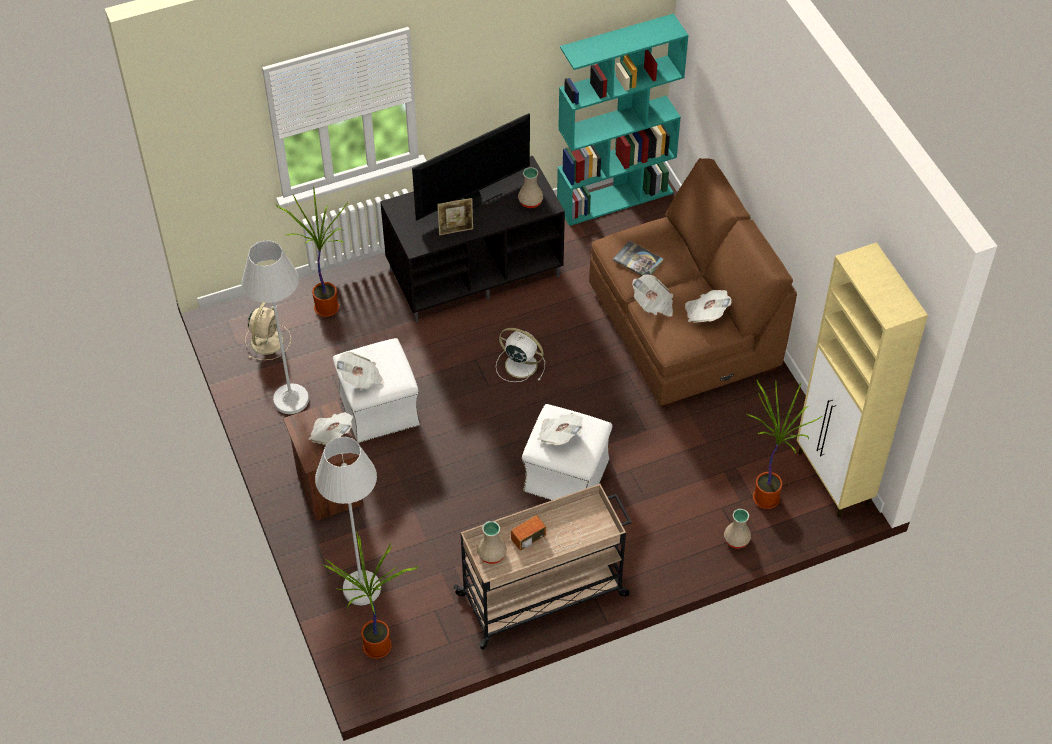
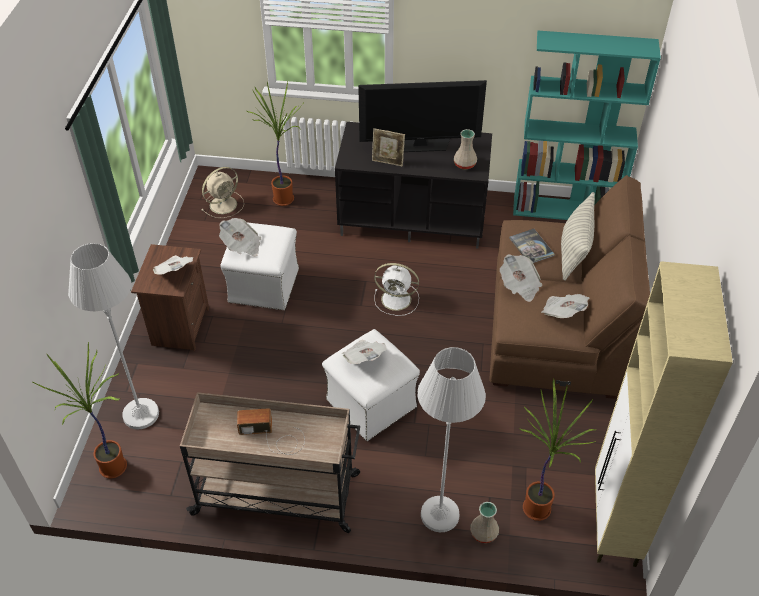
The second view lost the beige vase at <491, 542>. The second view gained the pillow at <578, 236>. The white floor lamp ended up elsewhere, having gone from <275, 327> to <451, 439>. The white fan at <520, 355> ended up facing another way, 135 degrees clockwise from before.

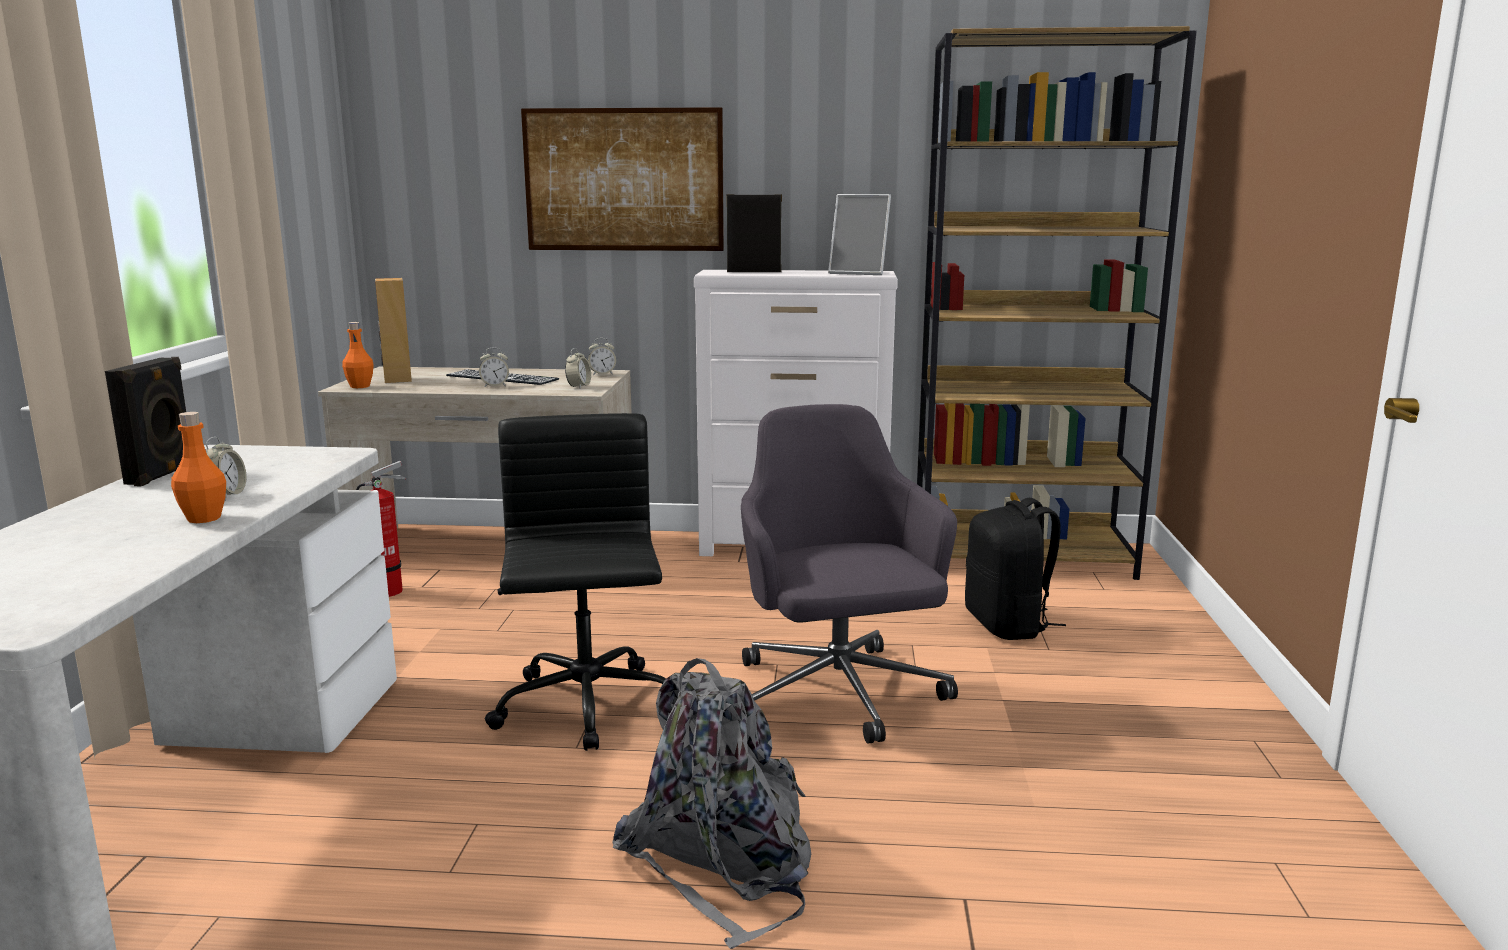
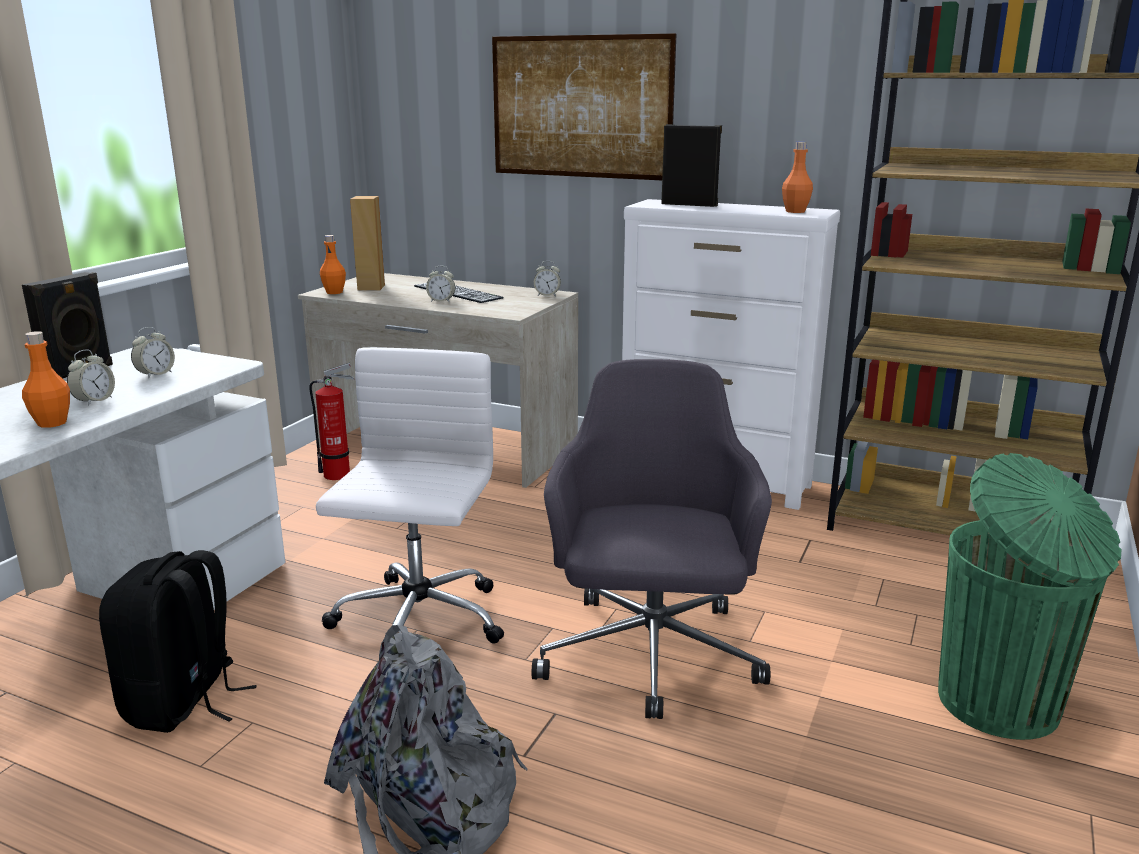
The second view gained the green trash can at <1030, 596>. The alarm clock ended up elsewhere, having gone from <578, 368> to <153, 353>. The black backpack ended up elsewhere, having gone from <1015, 569> to <178, 641>. Where the picture frame stood at <859, 234>, the orange bottle came to stand at <797, 177>. What was the black office chair at <575, 582> turned into the white office chair at <410, 495>.

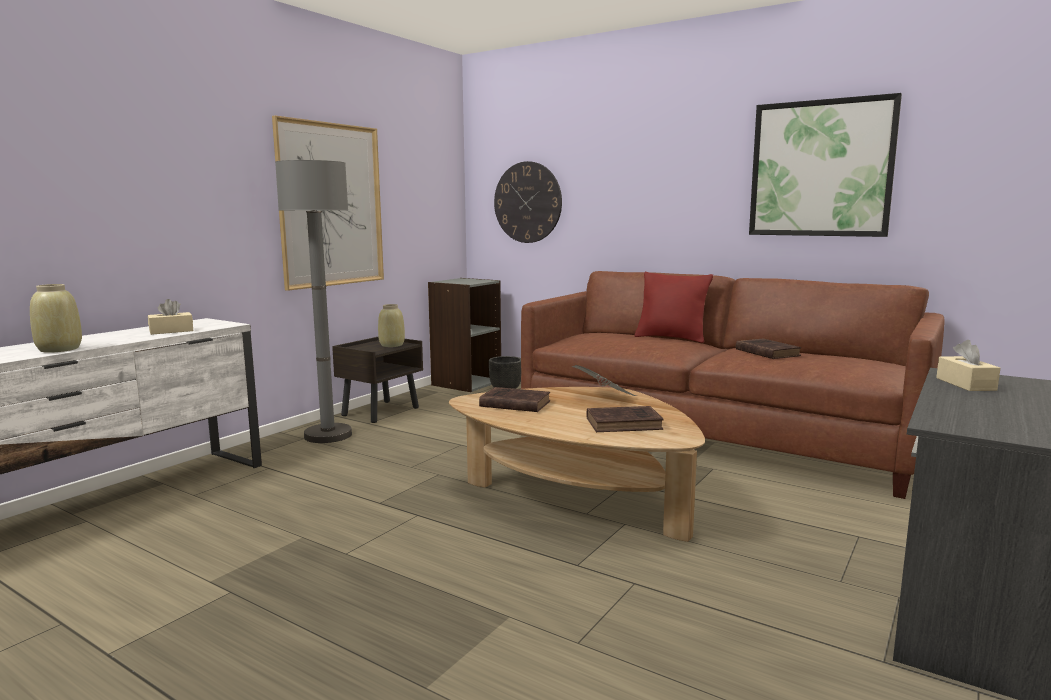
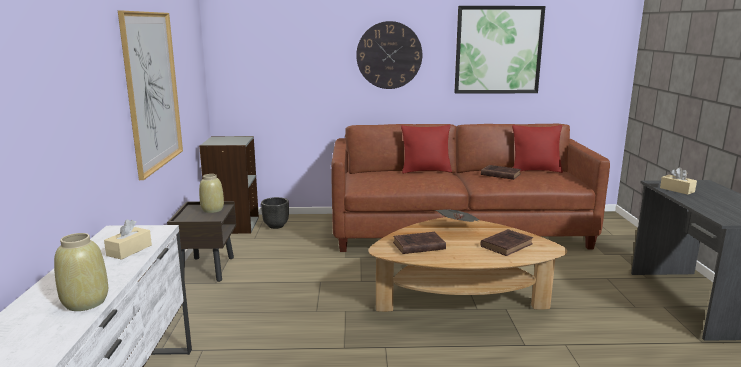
The second view lost the grey floor lamp at <313, 301>. The second view gained the red pillow at <537, 149>. The wall clock ended up elsewhere, having gone from <528, 202> to <389, 55>.

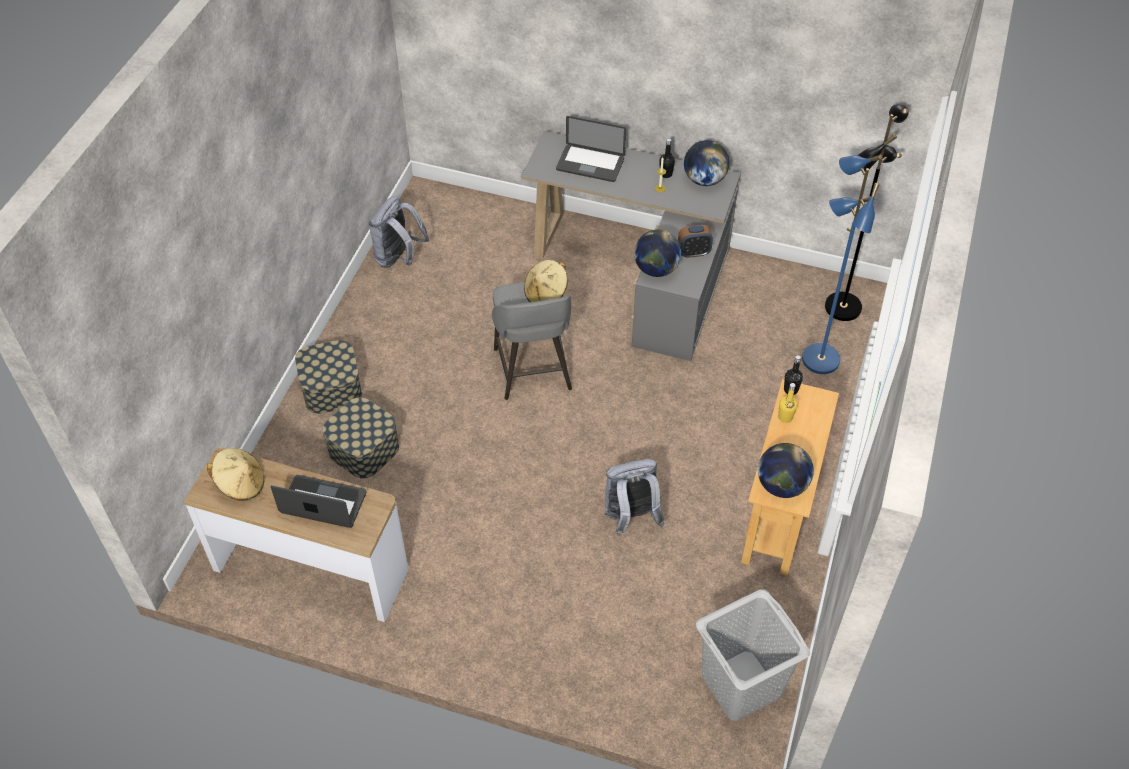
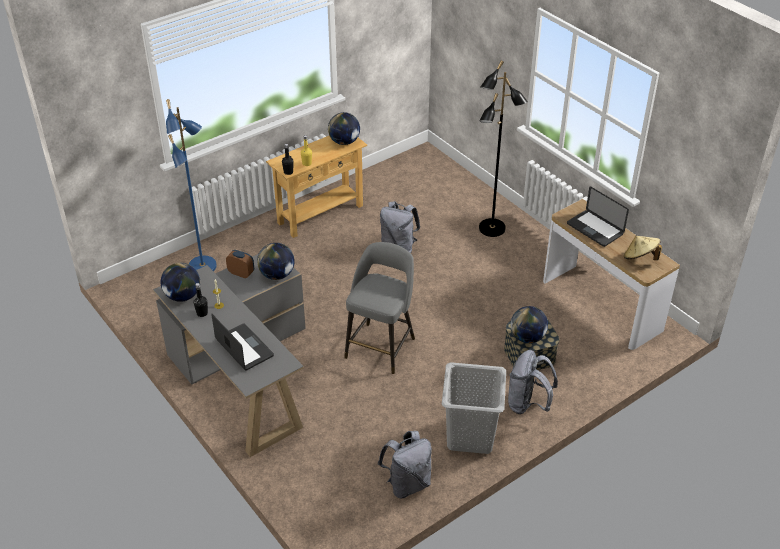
The second view lost the beige hat at <546, 281>. The second view gained the globe at <529, 324>. The grey laundry basket ended up elsewhere, having gone from <753, 655> to <474, 408>. The black floor lamp ended up elsewhere, having gone from <867, 212> to <503, 149>. Where the storage box stood at <328, 377>, the grey backpack came to stand at <533, 382>.

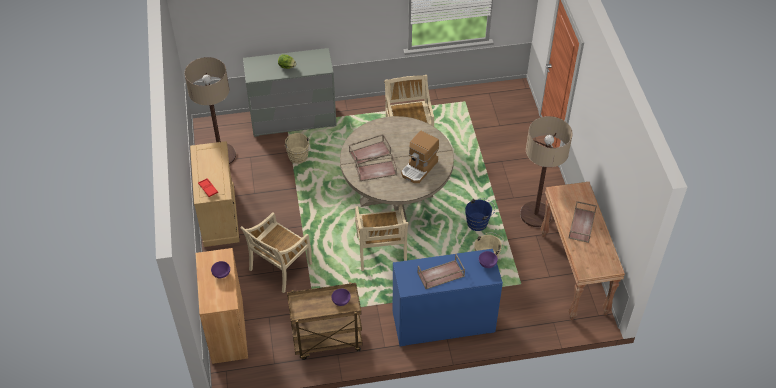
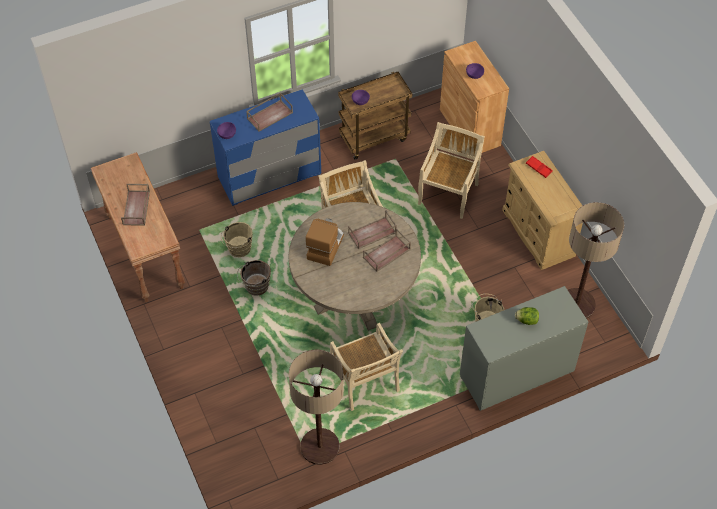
The floor lamp ended up elsewhere, having gone from <546, 171> to <316, 407>. What was the blue bucket at <480, 214> turned into the brown bucket at <254, 278>.

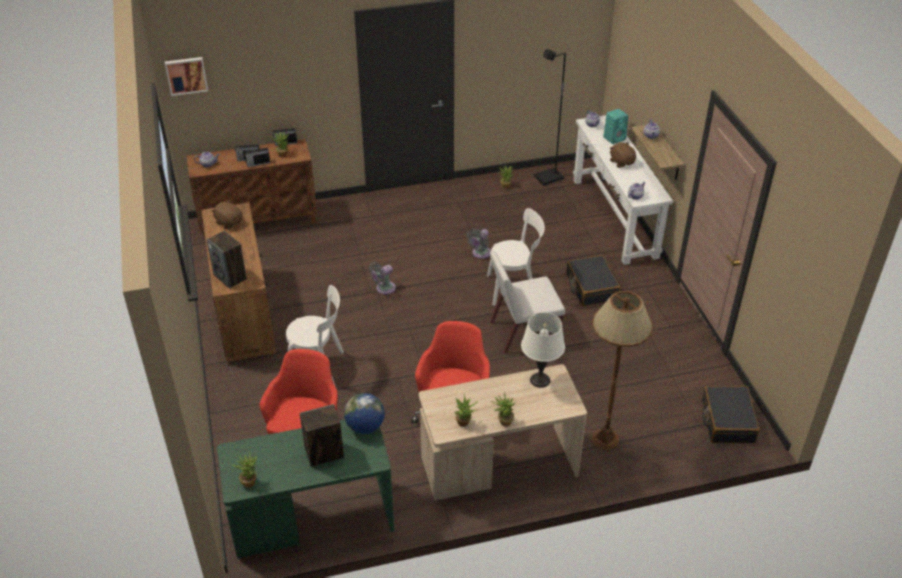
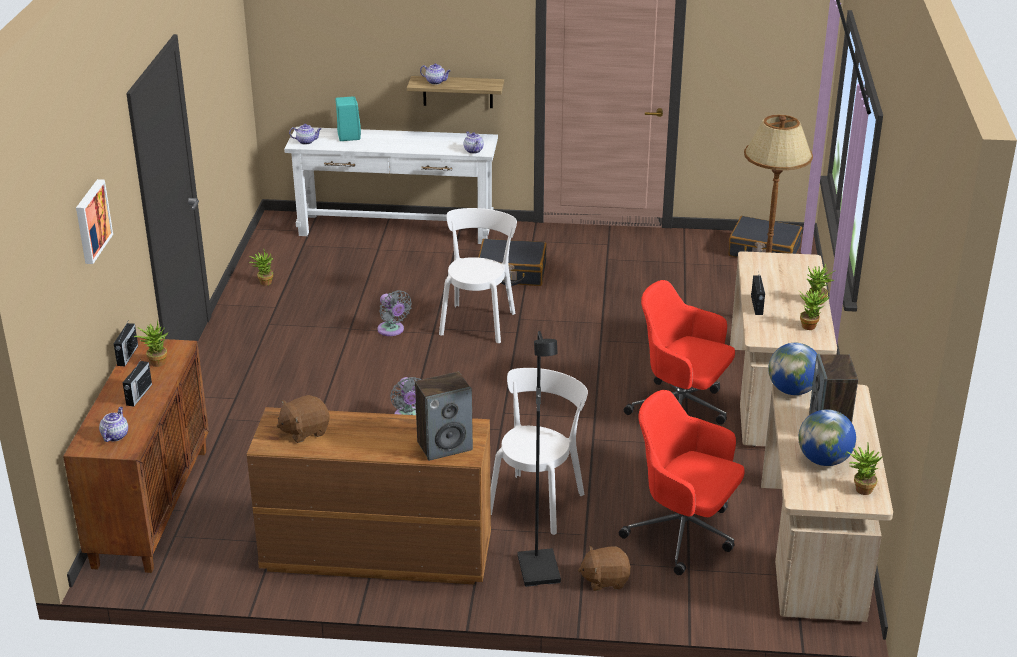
The second view lost the white chair at <527, 301>. The second view lost the white table lamp at <543, 350>. The second view gained the globe at <827, 437>. The picture ended up elsewhere, having gone from <186, 76> to <94, 221>. The radio ended up elsewhere, having gone from <257, 156> to <758, 295>. The black floor lamp ended up elsewhere, having gone from <550, 117> to <539, 459>. The brown plush toy ended up elsewhere, having gone from <623, 155> to <604, 568>. What was the green desk at <305, 489> turned into the beige desk at <827, 502>.

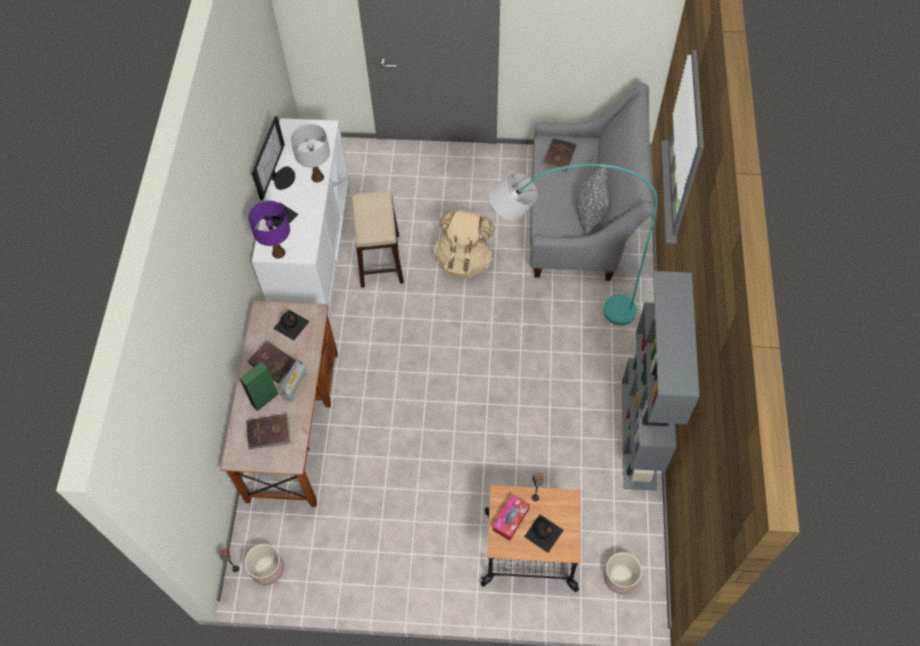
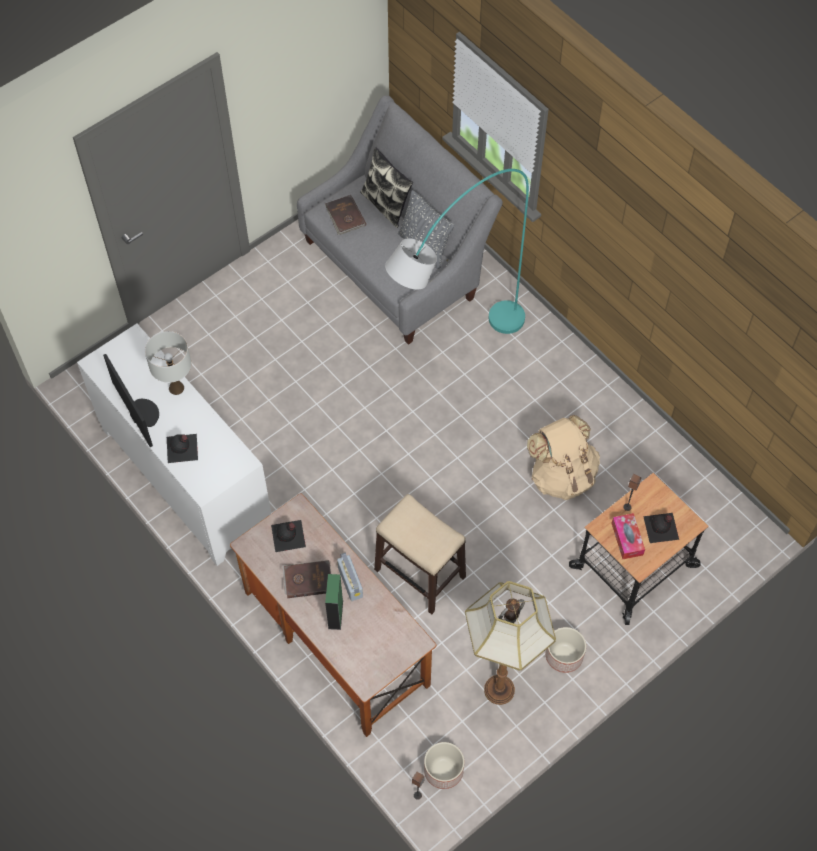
The second view lost the brown book at <268, 431>. The second view lost the purple table lamp at <269, 230>. The second view lost the grey bookcase at <661, 381>. The second view gained the pillow at <386, 187>. The second view gained the floor lamp at <510, 643>. The stool ended up elsewhere, having gone from <378, 239> to <420, 554>. The beige backpack ended up elsewhere, having gone from <463, 244> to <563, 457>. The planter ended up elsewhere, having gone from <623, 573> to <566, 650>.

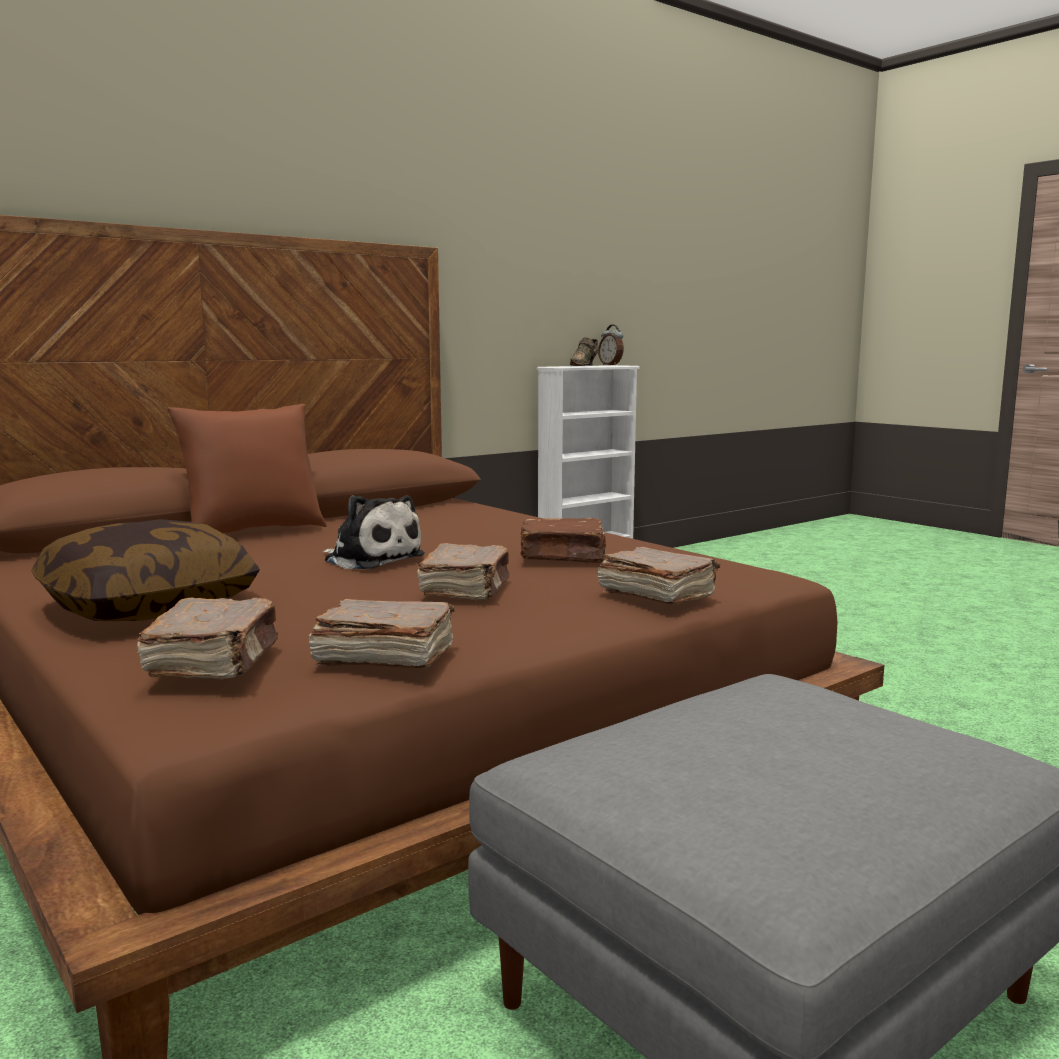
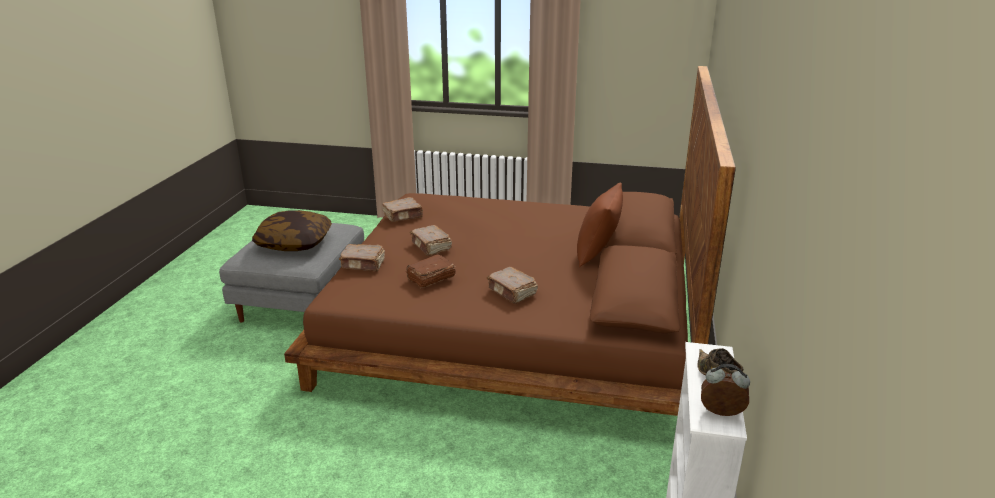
The second view lost the plush toy at <373, 532>. The pillow ended up elsewhere, having gone from <145, 570> to <292, 230>. The brown book ended up elsewhere, having gone from <207, 638> to <512, 285>.

